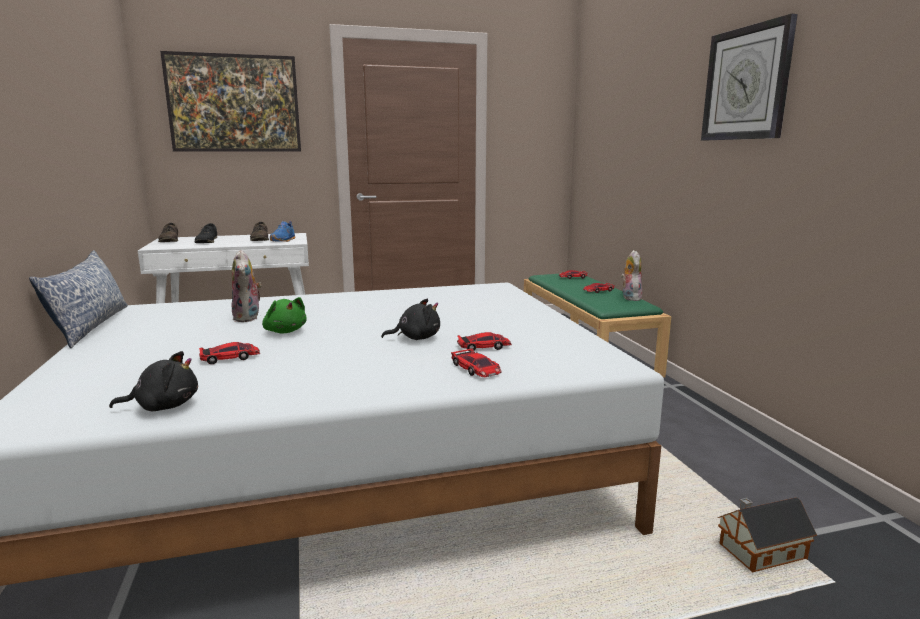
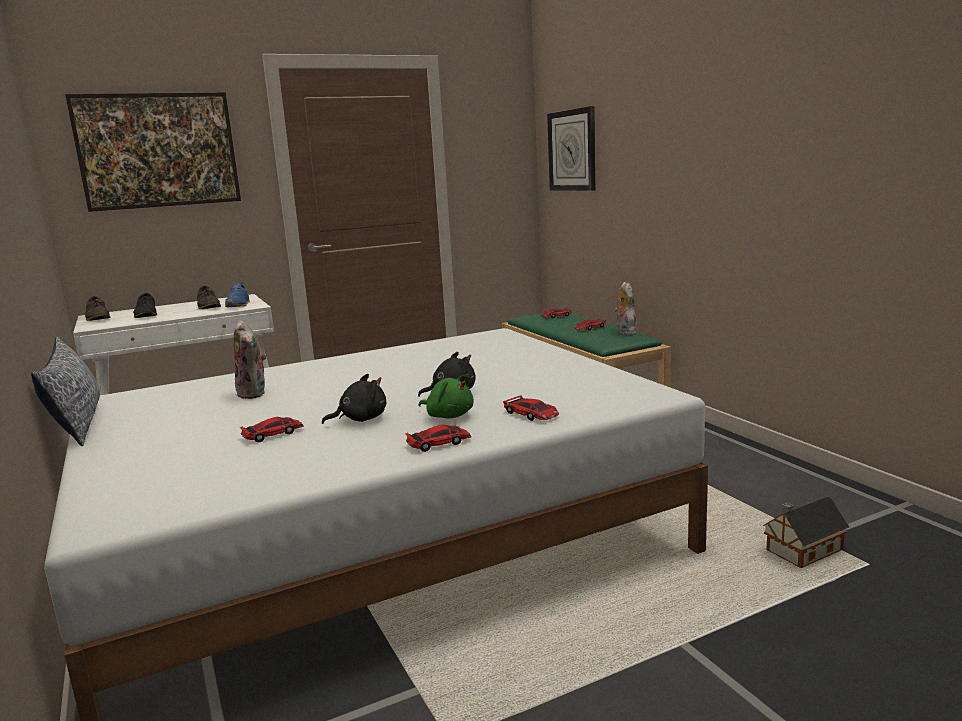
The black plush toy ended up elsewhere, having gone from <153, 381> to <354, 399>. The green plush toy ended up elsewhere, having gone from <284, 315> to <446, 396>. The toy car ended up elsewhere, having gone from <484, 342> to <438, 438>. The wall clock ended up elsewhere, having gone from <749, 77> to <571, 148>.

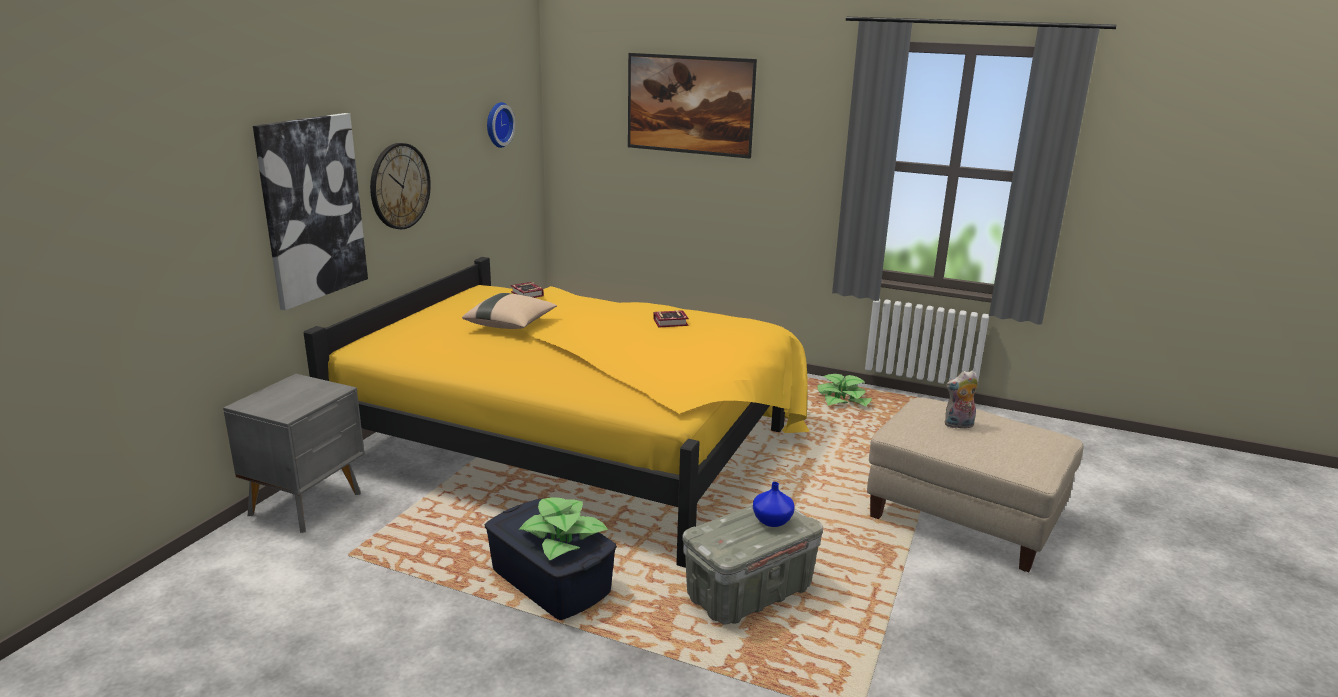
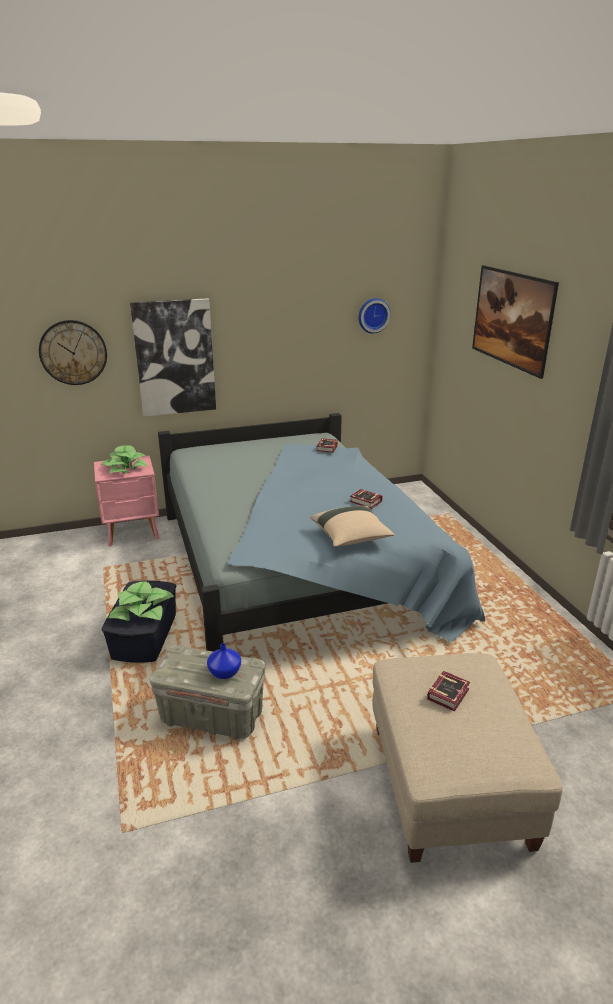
The wall clock ended up elsewhere, having gone from <400, 186> to <73, 352>. The beige pillow ended up elsewhere, having gone from <509, 311> to <352, 526>. The potted plant ended up elsewhere, having gone from <844, 390> to <124, 459>. Where the plush toy stood at <961, 399>, the book came to stand at <448, 691>. What was the grey nightstand at <294, 453> turned into the pink nightstand at <127, 501>. What was the yellow bed at <557, 412> turned into the blue bed at <321, 532>.

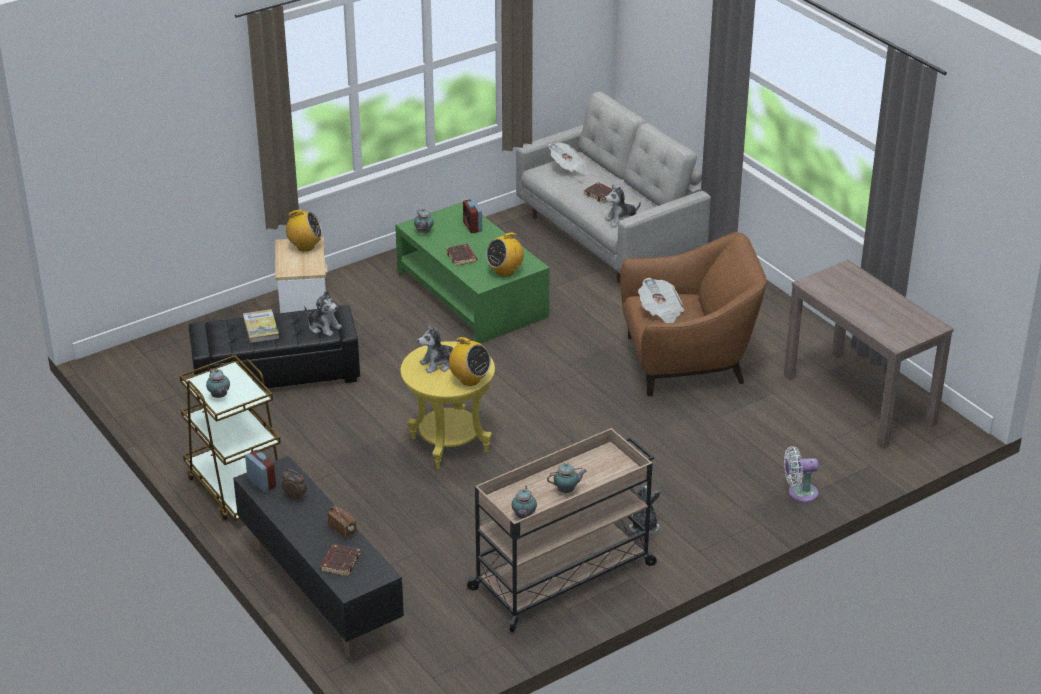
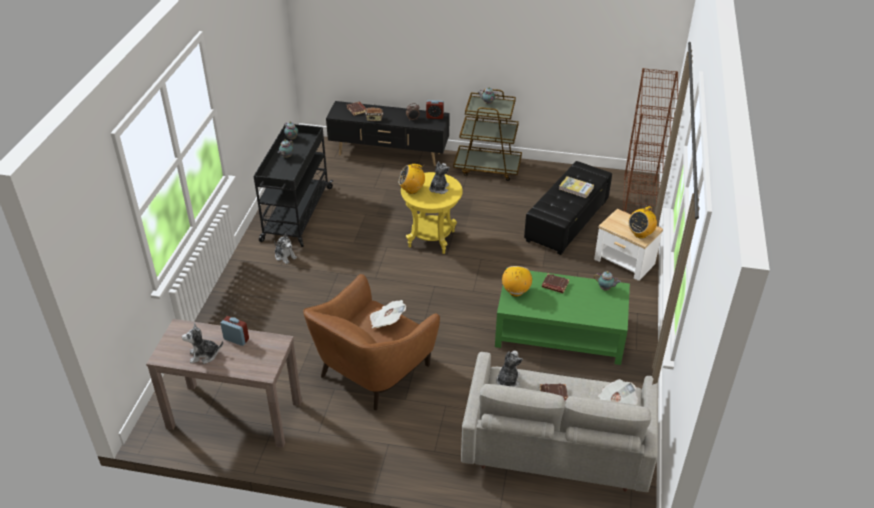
The second view lost the white fan at <801, 474>. The second view gained the brown bookcase at <650, 141>. The plush toy ended up elsewhere, having gone from <323, 313> to <202, 343>. The alarm clock ended up elsewhere, having gone from <472, 216> to <234, 331>. What was the beige cart at <561, 530> turned into the black cart at <293, 185>.

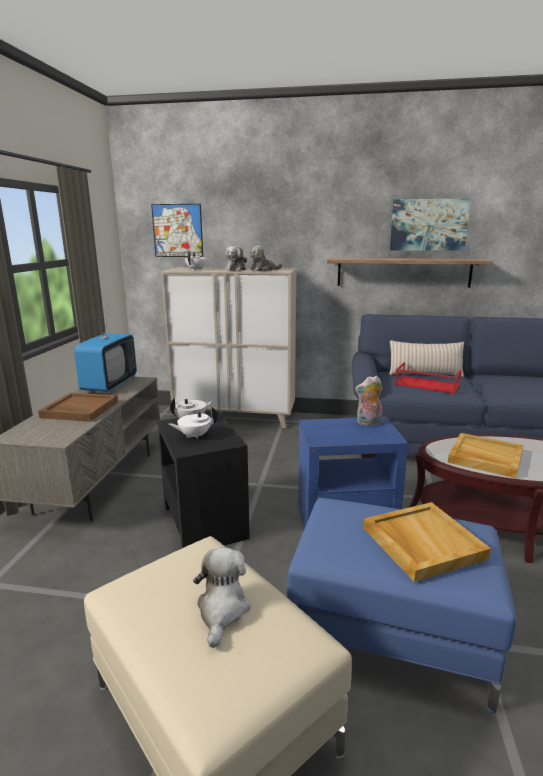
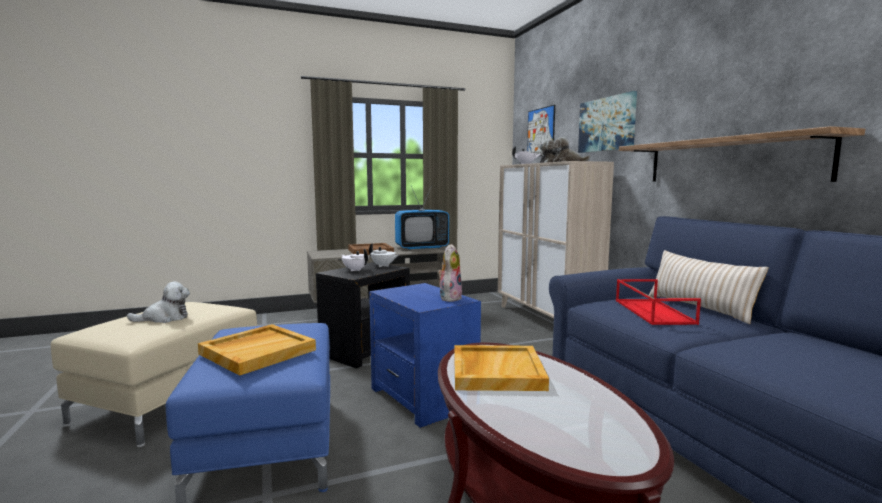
The picture ended up elsewhere, having gone from <430, 224> to <607, 122>. The plush toy at <368, 401> ended up facing another way, 60 degrees clockwise from before.

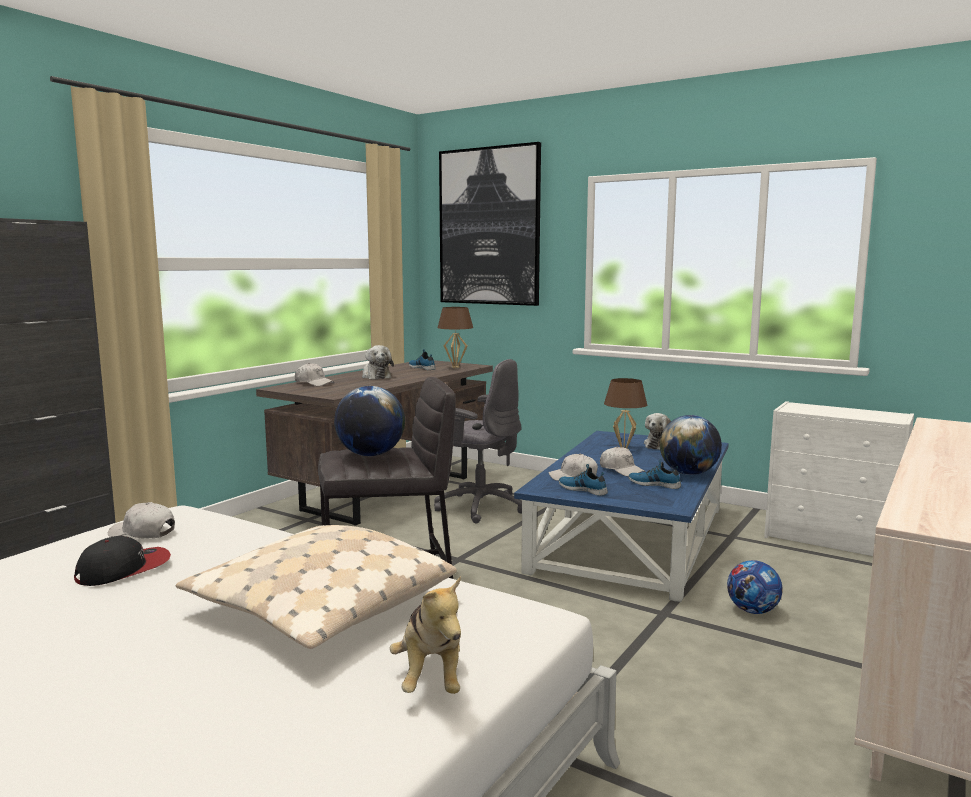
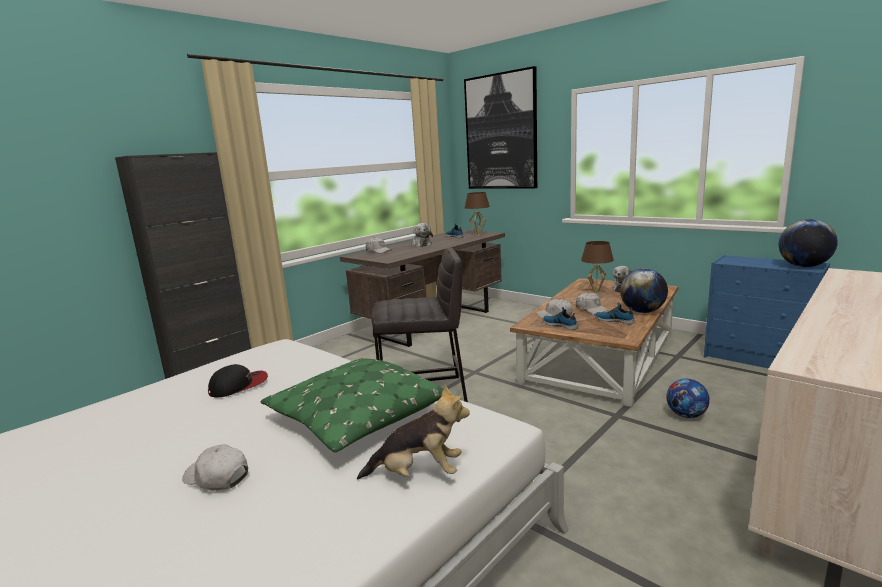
The second view lost the grey office chair at <478, 441>. The white cap ended up elsewhere, having gone from <141, 520> to <215, 467>. The globe ended up elsewhere, having gone from <369, 421> to <808, 243>. What was the beige pillow at <316, 587> turned into the green pillow at <351, 405>. What was the blue coffee table at <621, 516> turned into the brown coffee table at <594, 342>. What was the white dresser at <839, 478> turned into the blue dresser at <767, 311>. The plush toy at <425, 635> ended up facing another way, 90 degrees counterclockwise from before.

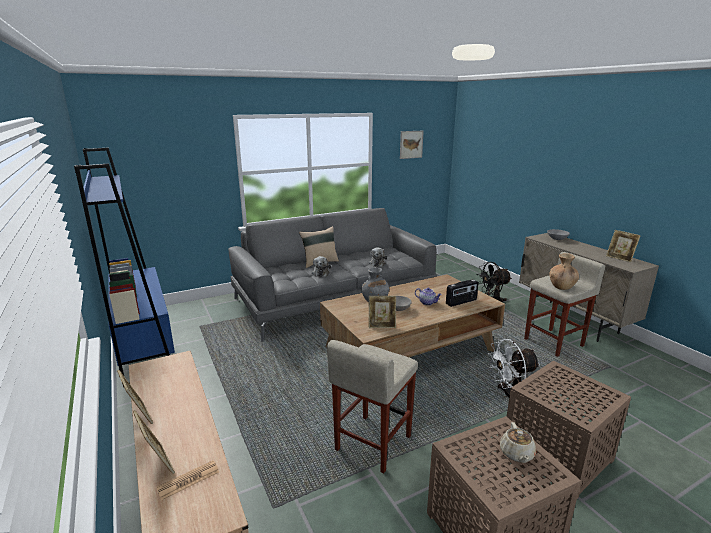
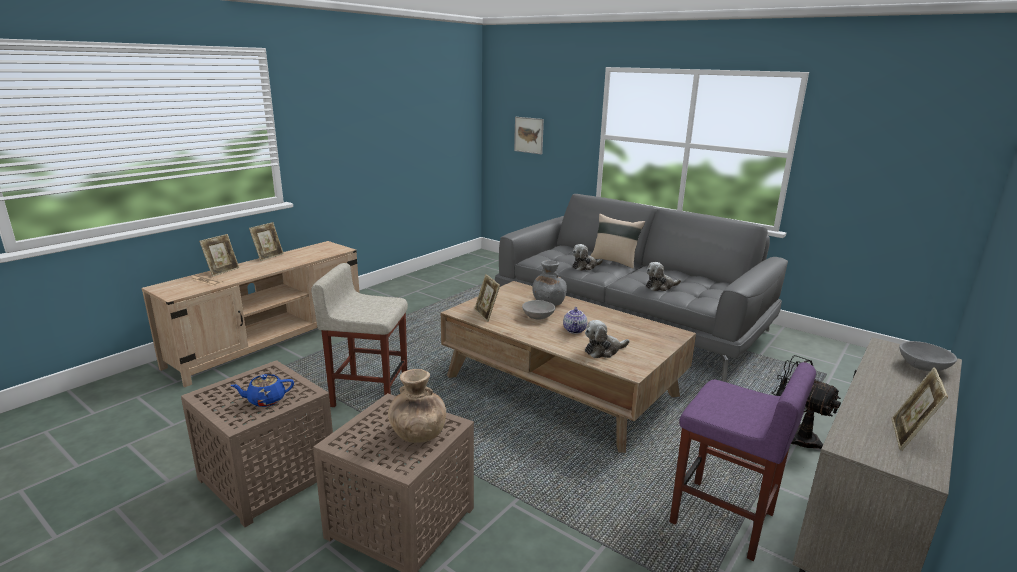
The second view lost the blue bookcase at <124, 267>. The second view lost the white fan at <514, 368>. The picture ended up elsewhere, having gone from <412, 145> to <529, 136>. The brown vase ended up elsewhere, having gone from <564, 271> to <417, 406>. Where the radio stood at <462, 293>, the plush toy came to stand at <607, 339>. What was the beige teapot at <518, 442> turned into the blue teapot at <262, 390>. What was the beige stool at <564, 304> turned into the purple stool at <743, 461>.

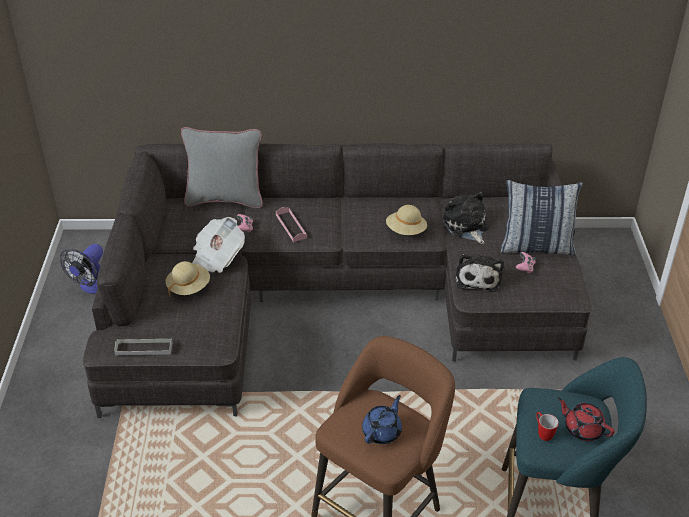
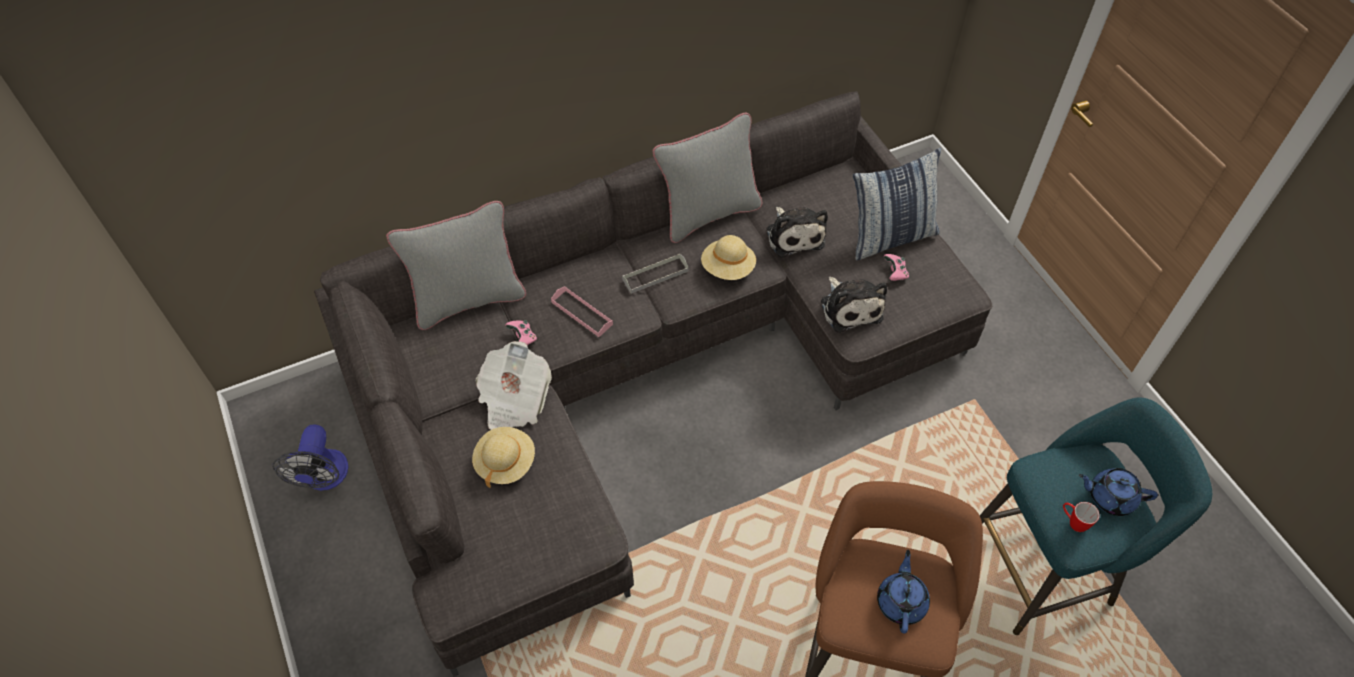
The second view gained the grey pillow at <707, 178>. The grey tray ended up elsewhere, having gone from <143, 346> to <655, 273>. What was the red teapot at <586, 419> turned into the blue teapot at <1118, 492>. The plush toy at <466, 217> ended up facing another way, 150 degrees counterclockwise from before.

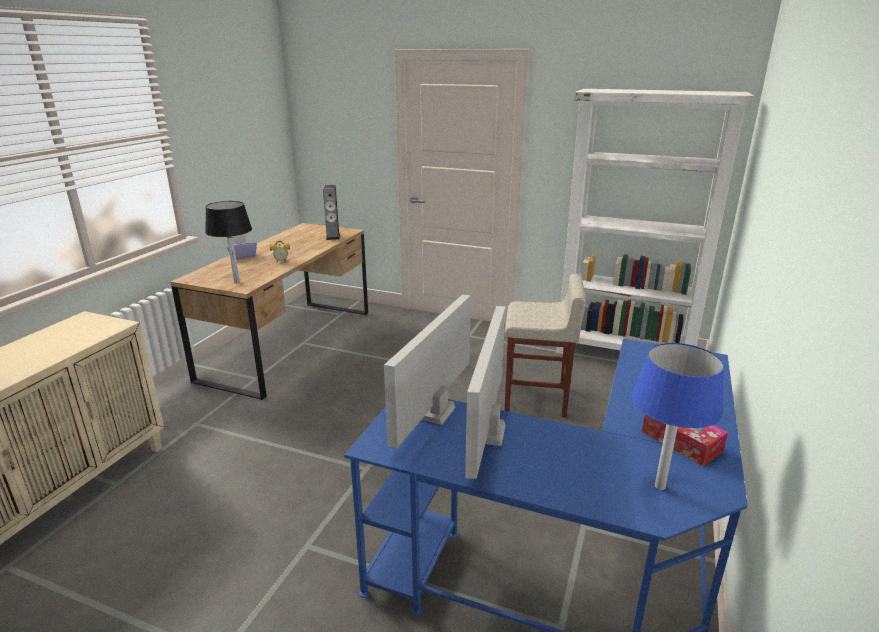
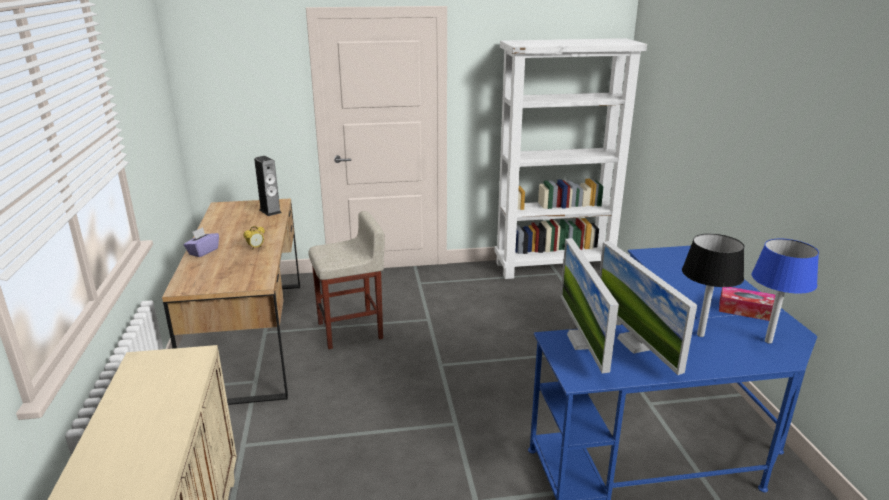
The black table lamp ended up elsewhere, having gone from <228, 242> to <713, 285>. The beige stool ended up elsewhere, having gone from <545, 345> to <346, 280>.

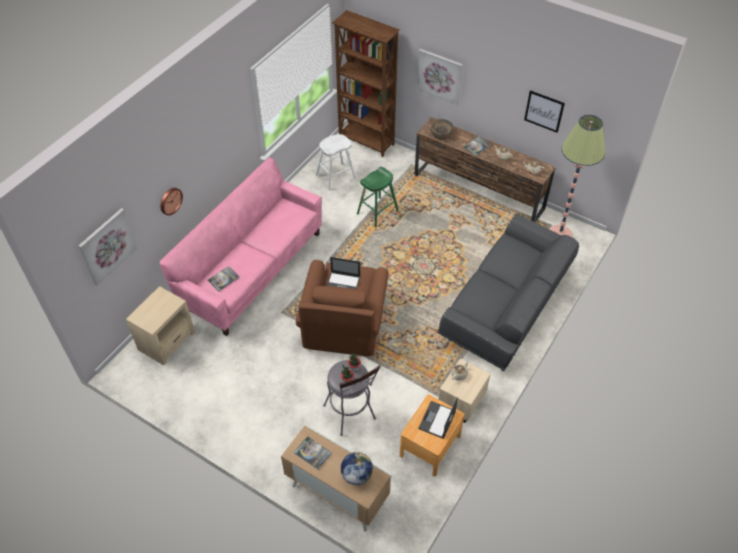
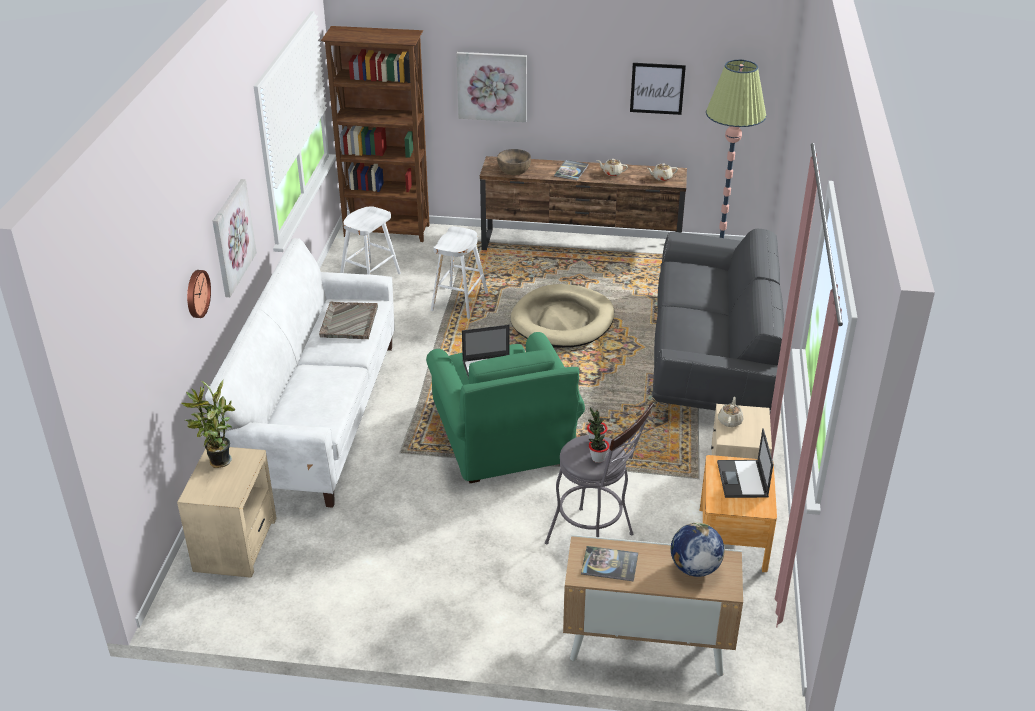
The second view lost the book at <224, 278>. The second view gained the potted plant at <208, 424>. The second view gained the grey tray at <348, 320>. The second view gained the beige dog bed at <562, 316>. The picture ended up elsewhere, having gone from <107, 247> to <235, 238>. What was the pink sofa at <241, 246> turned into the white sofa at <300, 373>. What was the brown armchair at <342, 308> turned into the green armchair at <505, 407>. What was the green stool at <378, 197> turned into the white stool at <459, 272>.

